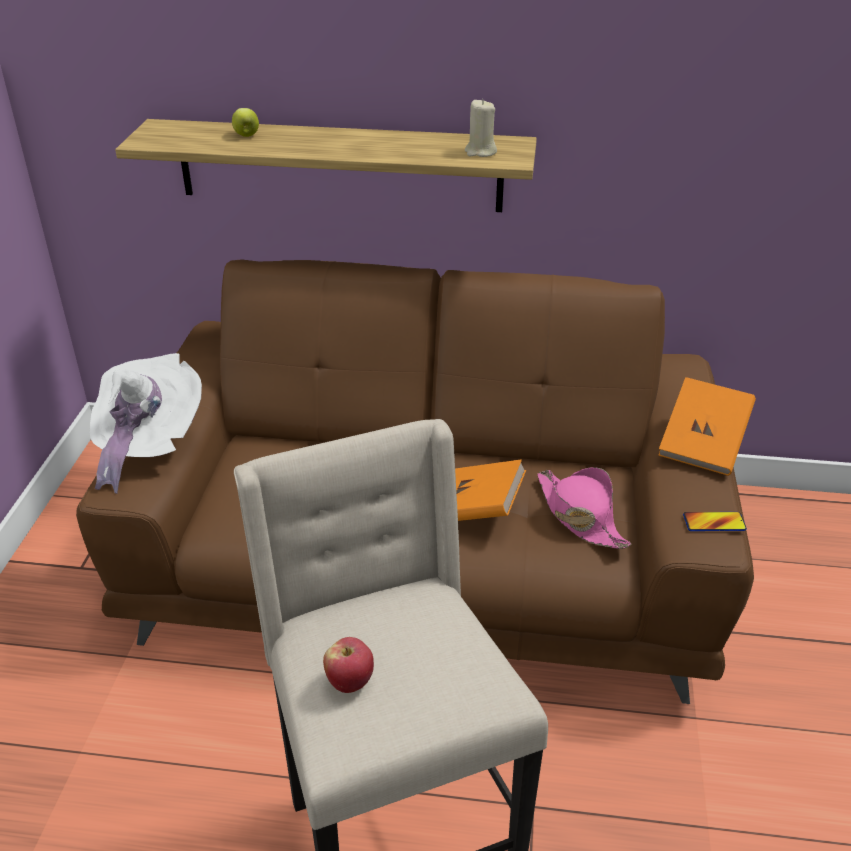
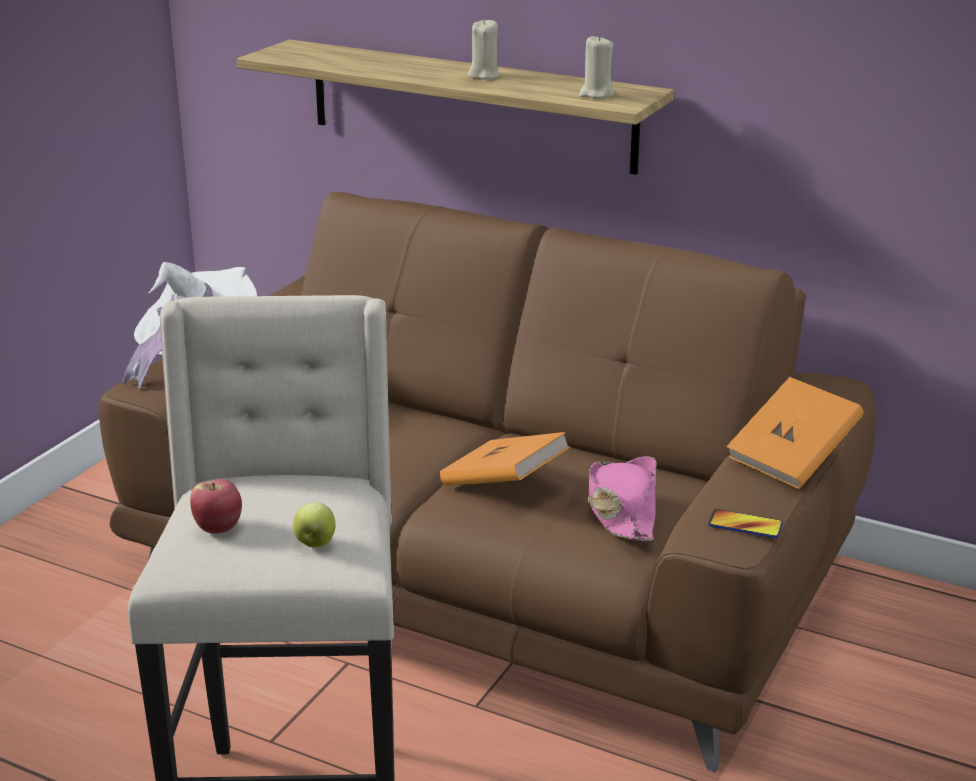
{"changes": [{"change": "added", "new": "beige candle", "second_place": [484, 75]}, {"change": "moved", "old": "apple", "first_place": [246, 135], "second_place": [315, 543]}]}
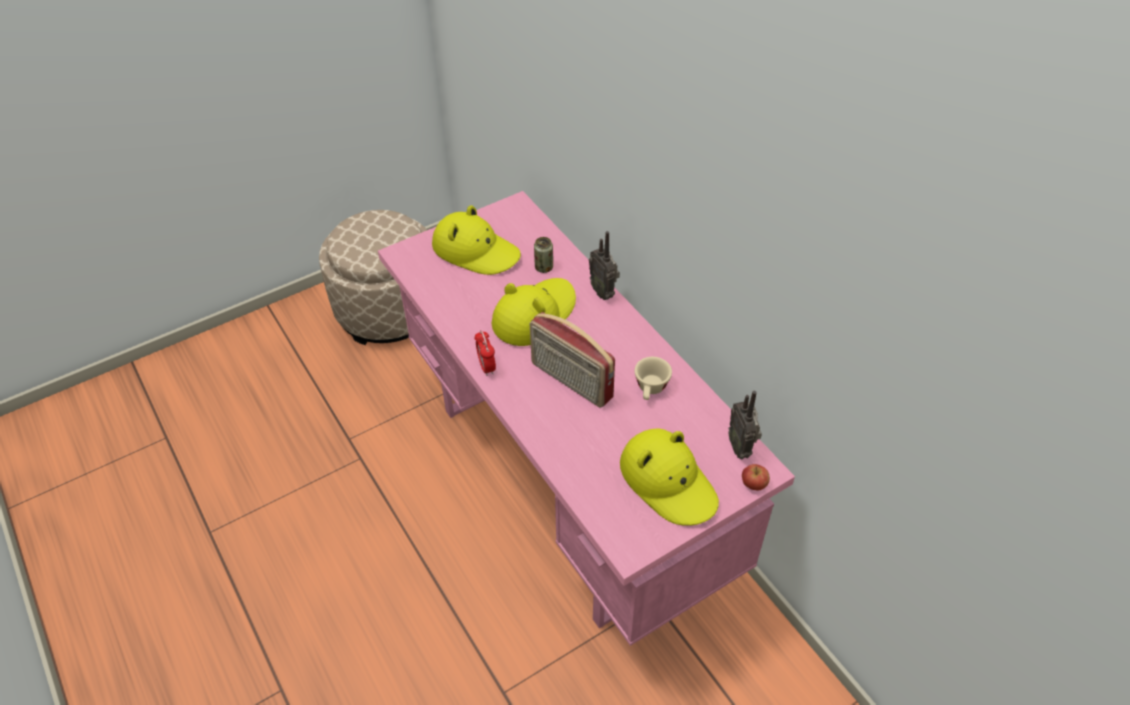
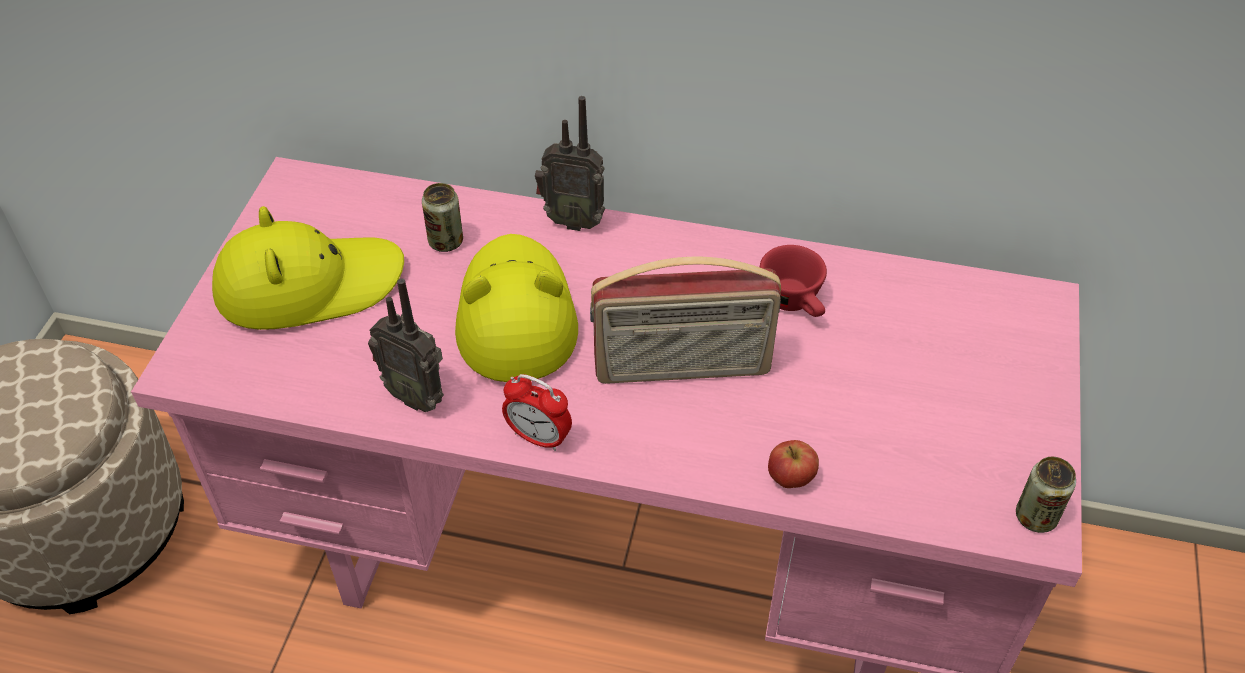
{"changes": [{"change": "removed", "old": "yellow hat", "first_place": [668, 481]}, {"change": "added", "new": "can", "second_place": [1035, 517]}, {"change": "moved", "old": "radio", "first_place": [741, 447], "second_place": [416, 395]}, {"change": "moved", "old": "apple", "first_place": [753, 484], "second_place": [791, 478]}, {"change": "recoloured", "old": "beige cup", "new": "red cup", "first_place": [651, 389], "second_place": [795, 303]}]}
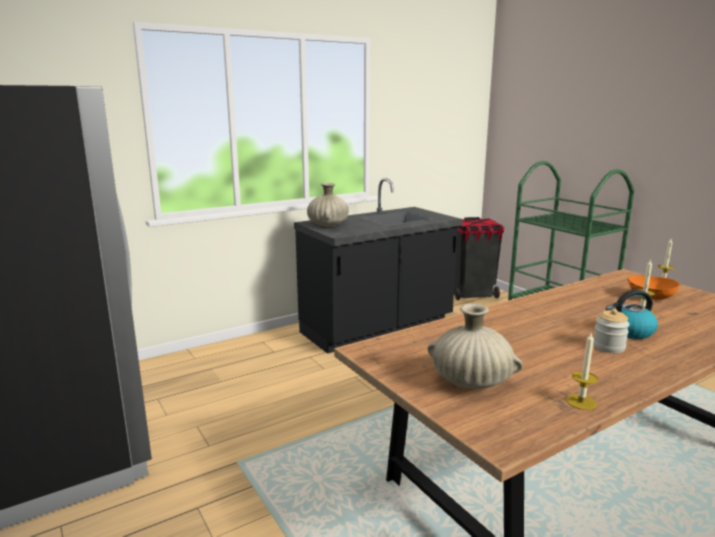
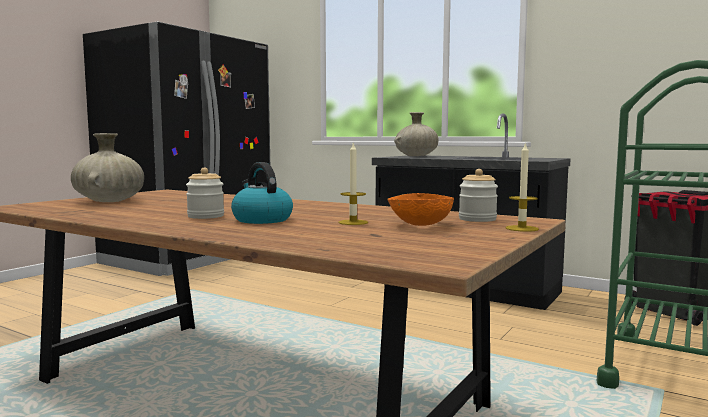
{"changes": [{"change": "removed", "old": "candle", "first_place": [581, 402]}, {"change": "added", "new": "jar", "second_place": [477, 219]}]}
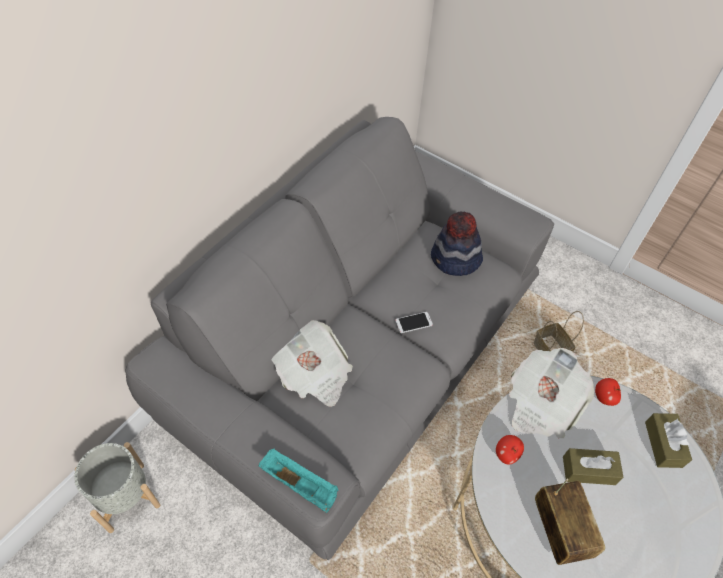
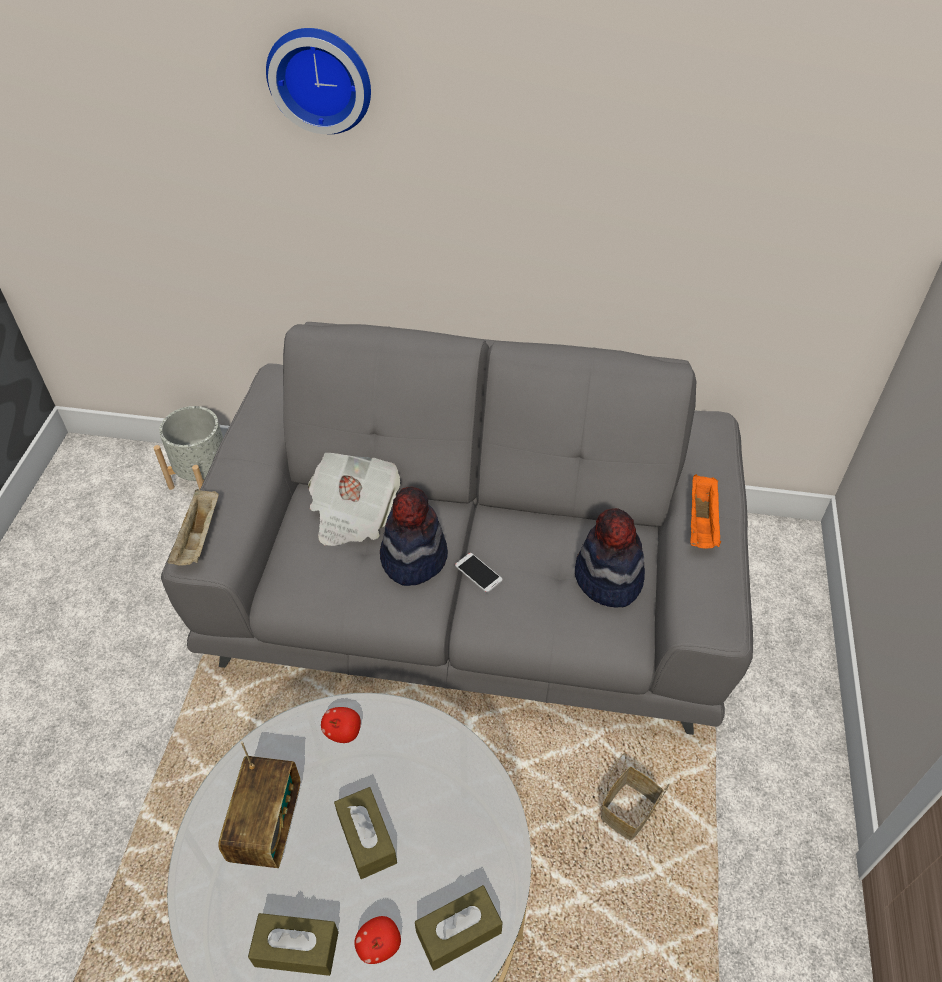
{"changes": [{"change": "removed", "old": "newspaper", "first_place": [541, 404]}, {"change": "added", "new": "brown tissue box", "second_place": [296, 949]}, {"change": "added", "new": "wall clock", "second_place": [321, 78]}, {"change": "added", "new": "hat", "second_place": [413, 557]}, {"change": "added", "new": "orange tray", "second_place": [702, 523]}, {"change": "moved", "old": "apple", "first_place": [604, 397], "second_place": [379, 945]}, {"change": "recoloured", "old": "turquoise tray", "new": "beige tray", "first_place": [300, 484], "second_place": [198, 538]}, {"change": "turned", "old": "radio", "first_place": [559, 530], "second_place": [267, 825], "degrees": -45}]}
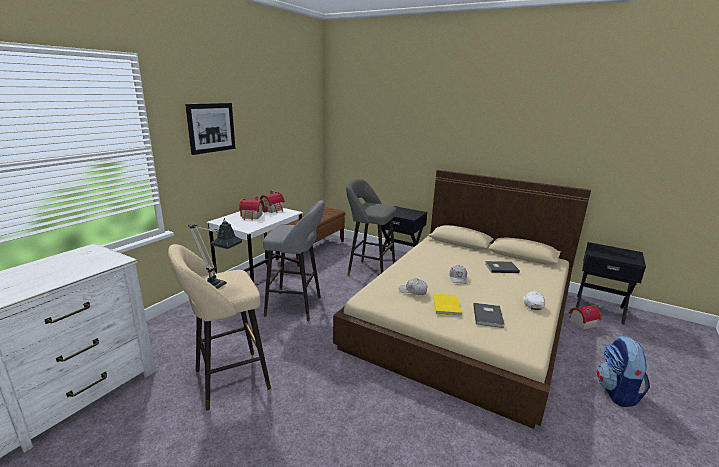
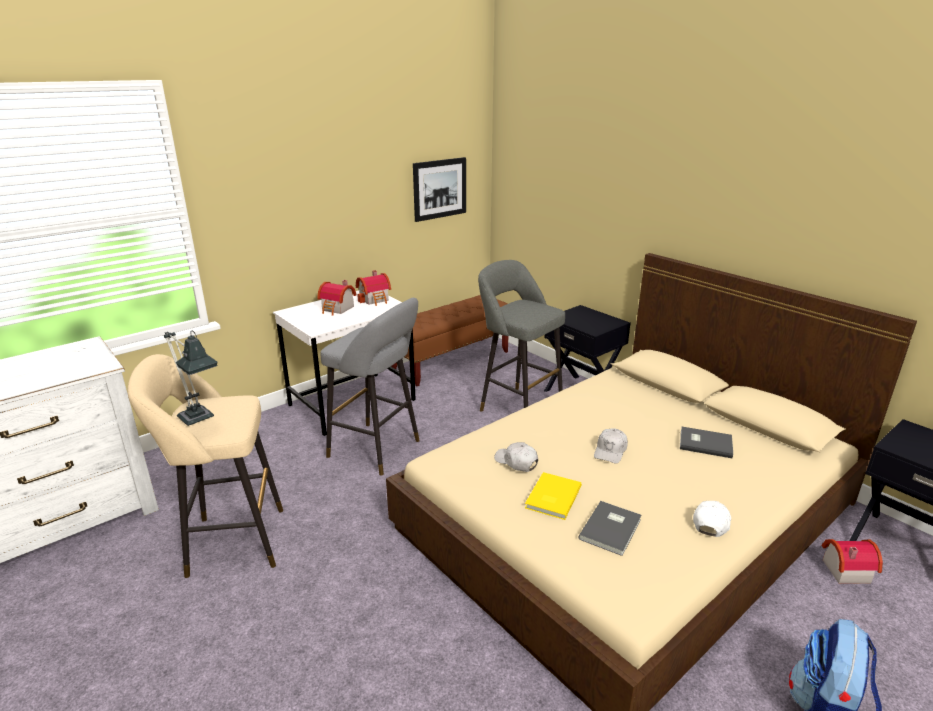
{"changes": [{"change": "moved", "old": "picture", "first_place": [211, 127], "second_place": [440, 189]}]}
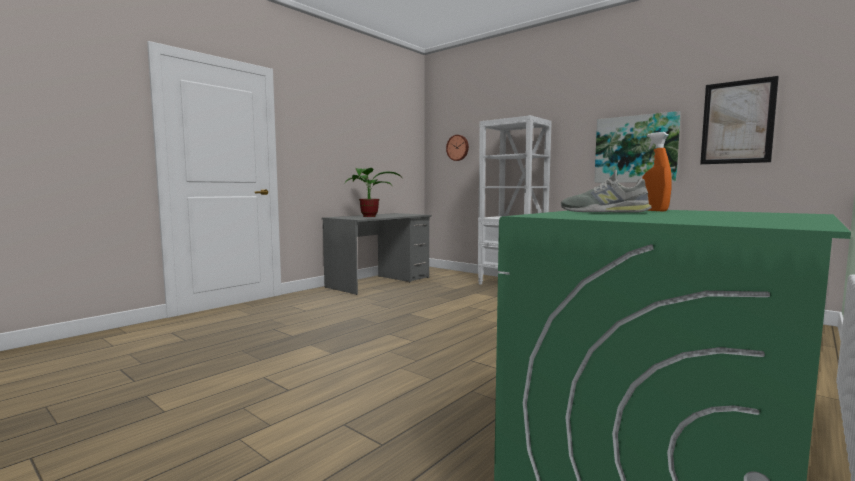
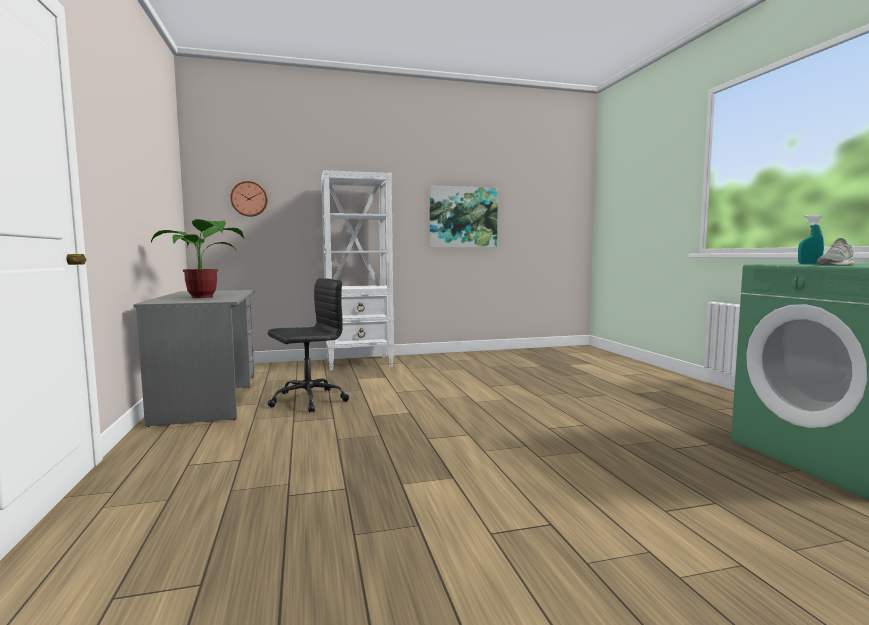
{"changes": [{"change": "removed", "old": "picture", "first_place": [737, 122]}, {"change": "added", "new": "black office chair", "second_place": [307, 400]}, {"change": "recoloured", "old": "orange spray bottle", "new": "turquoise spray bottle", "first_place": [653, 210], "second_place": [809, 264]}]}
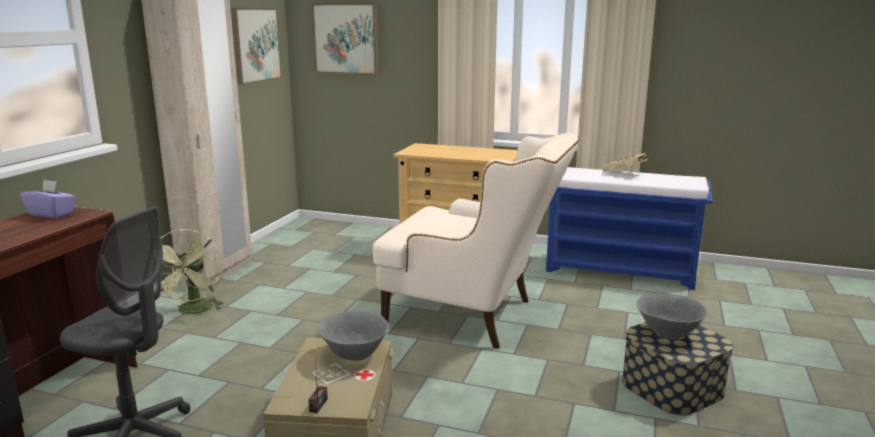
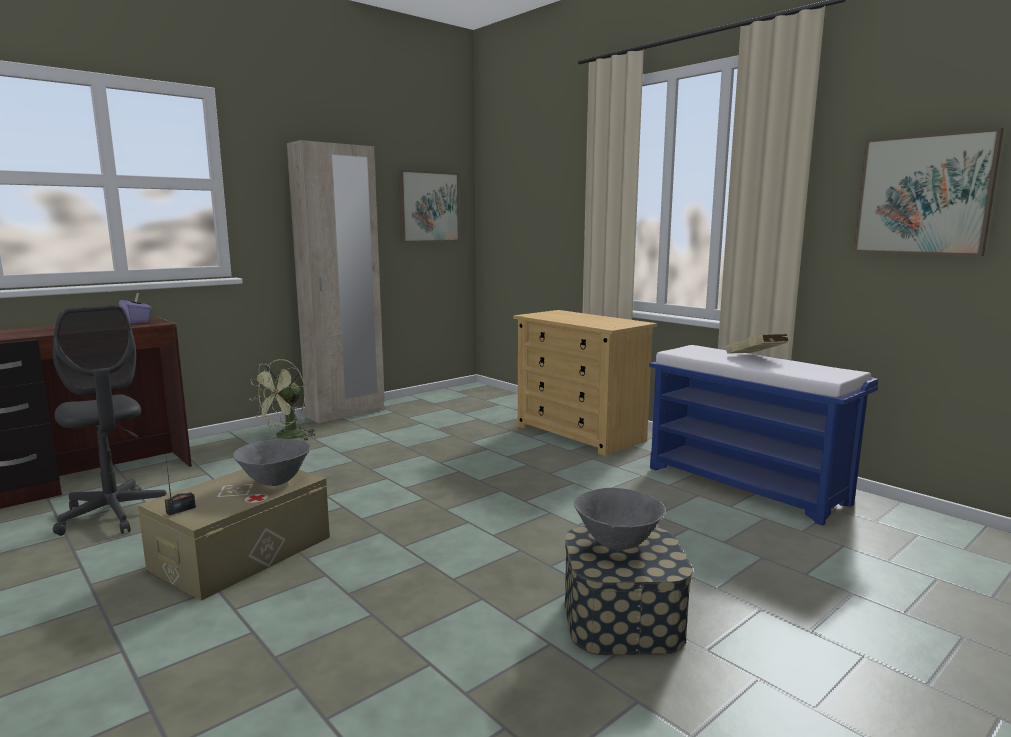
{"changes": [{"change": "removed", "old": "beige armchair", "first_place": [474, 316]}, {"change": "moved", "old": "picture", "first_place": [346, 38], "second_place": [924, 195]}]}
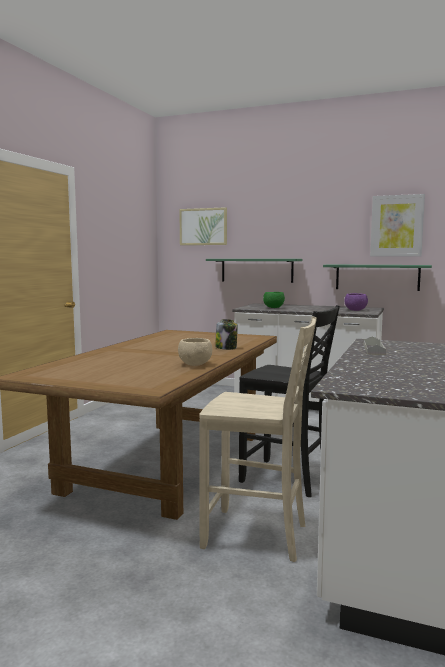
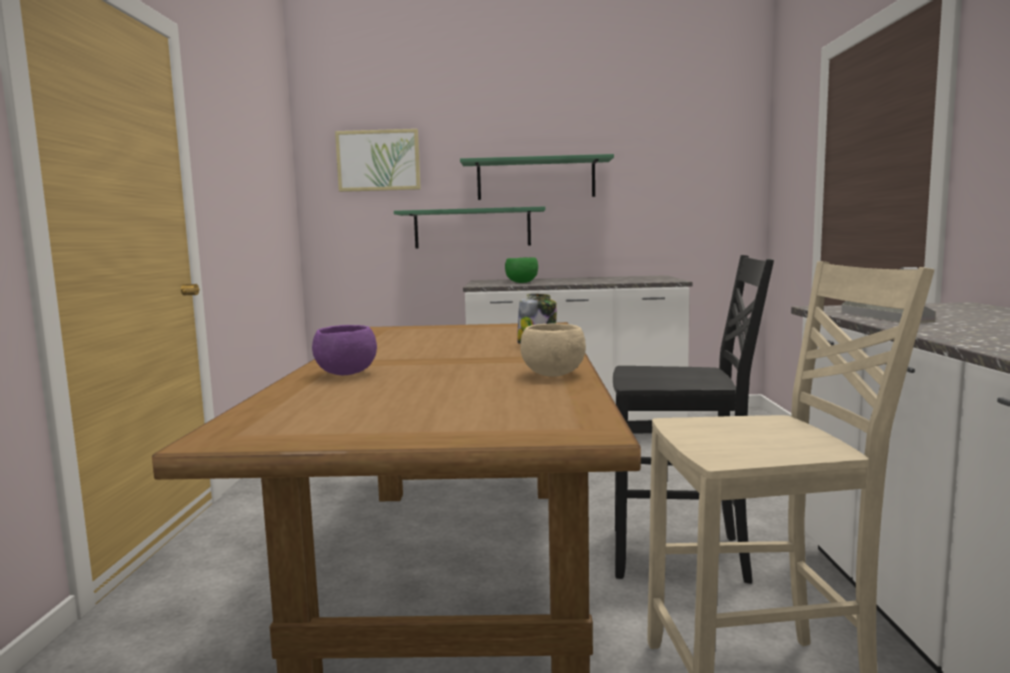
{"changes": [{"change": "removed", "old": "picture", "first_place": [397, 226]}, {"change": "moved", "old": "green shelf", "first_place": [377, 277], "second_place": [536, 179]}, {"change": "moved", "old": "purple bowl", "first_place": [355, 310], "second_place": [345, 374]}]}
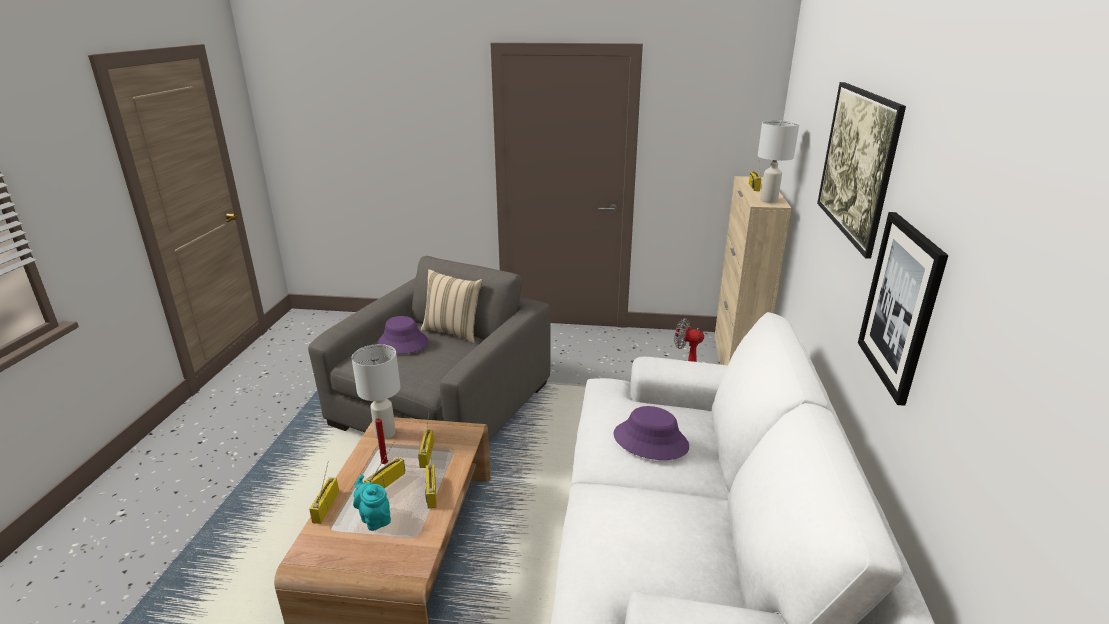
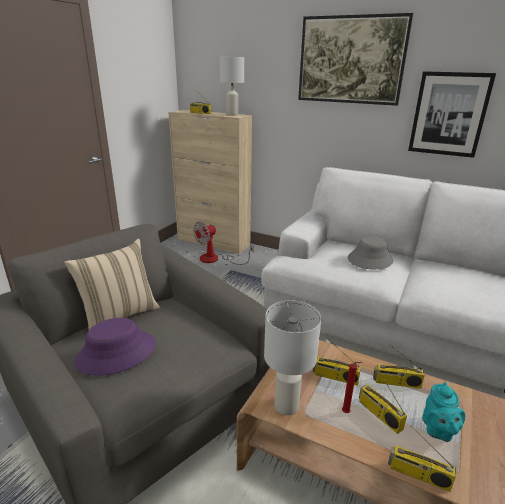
{"changes": [{"change": "recoloured", "old": "purple hat", "new": "grey hat", "first_place": [651, 440], "second_place": [369, 260]}, {"change": "turned", "old": "turquoise teapot", "first_place": [374, 518], "second_place": [437, 430], "degrees": -60}]}
